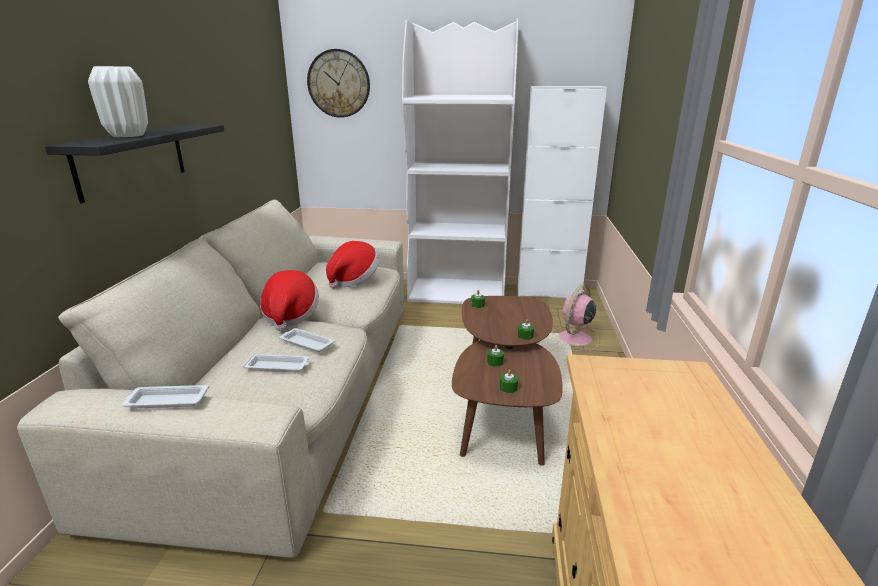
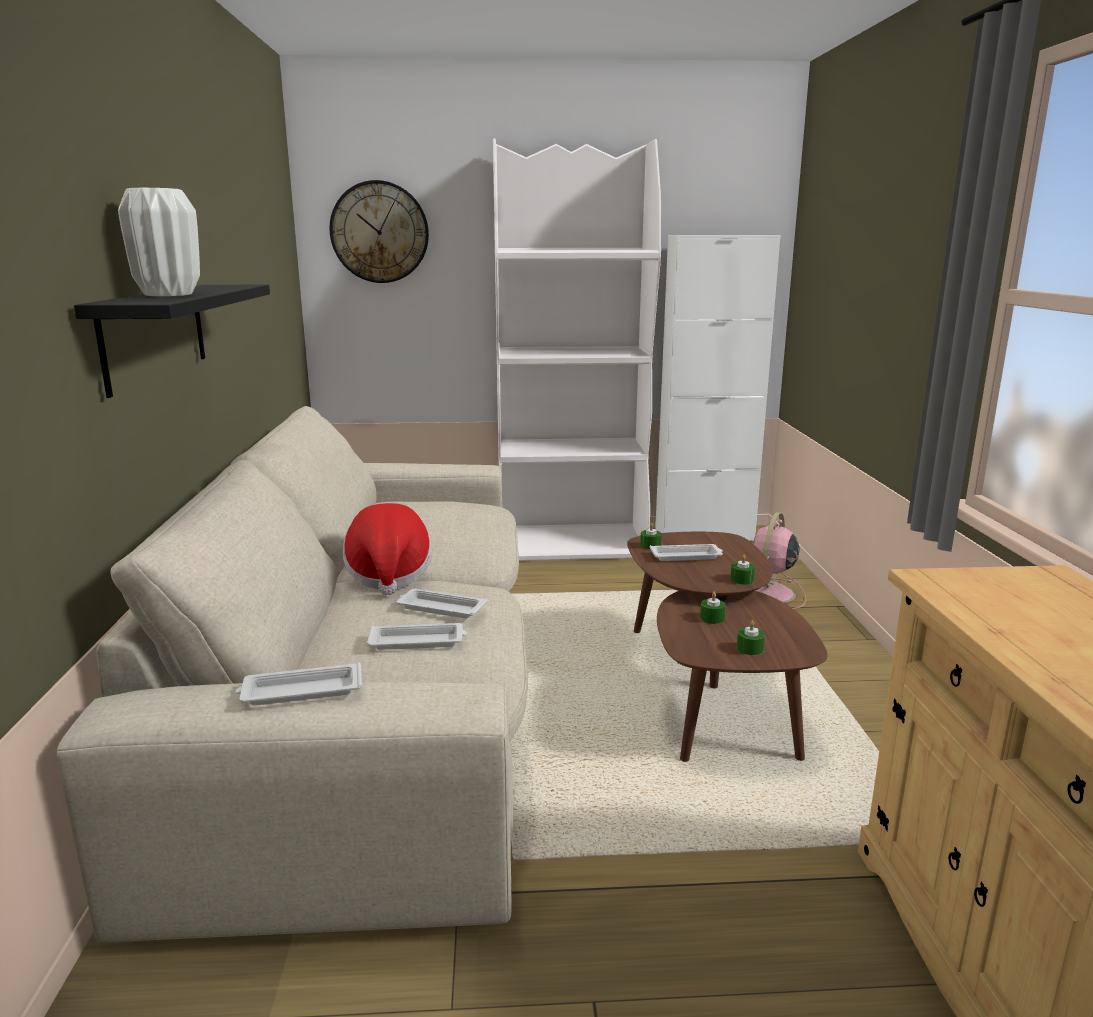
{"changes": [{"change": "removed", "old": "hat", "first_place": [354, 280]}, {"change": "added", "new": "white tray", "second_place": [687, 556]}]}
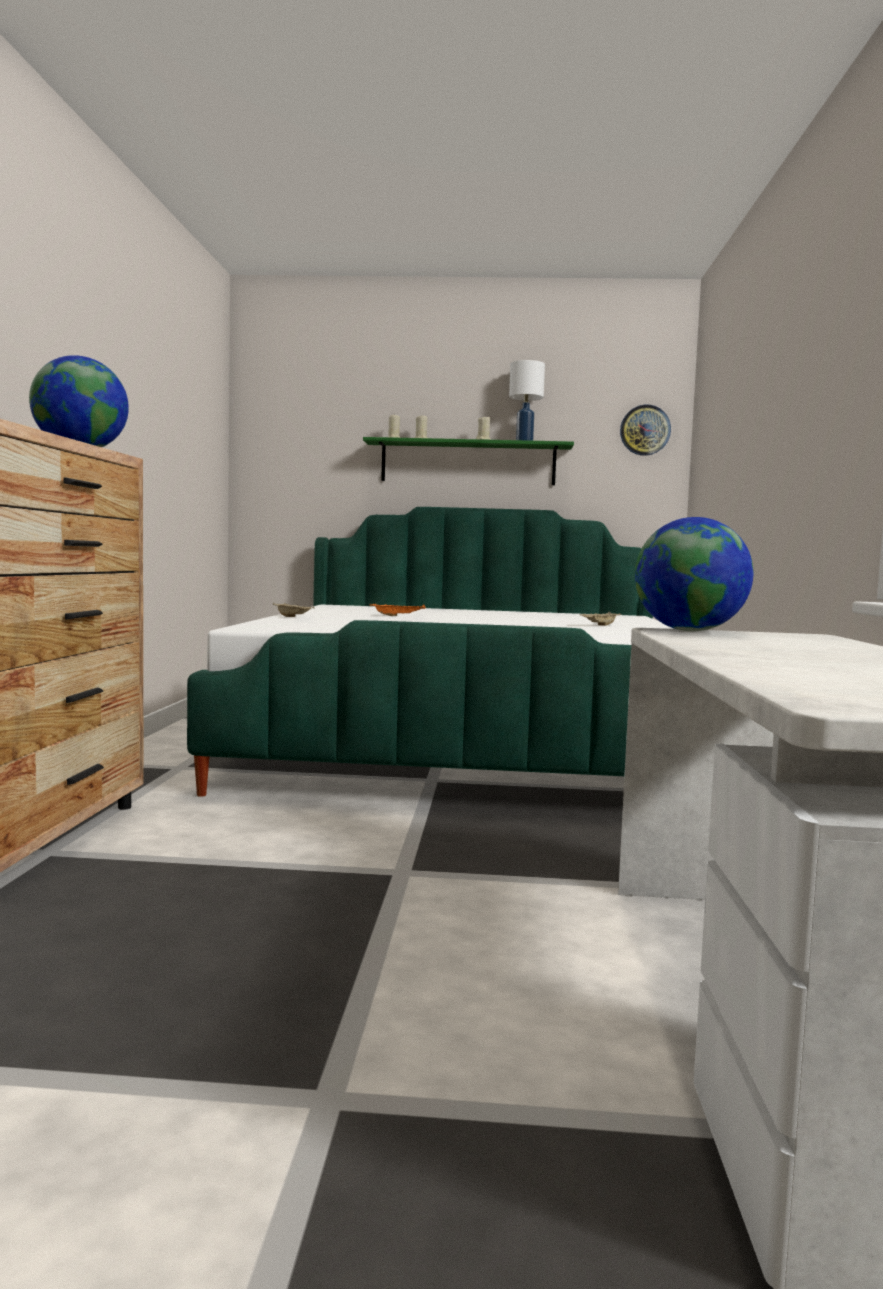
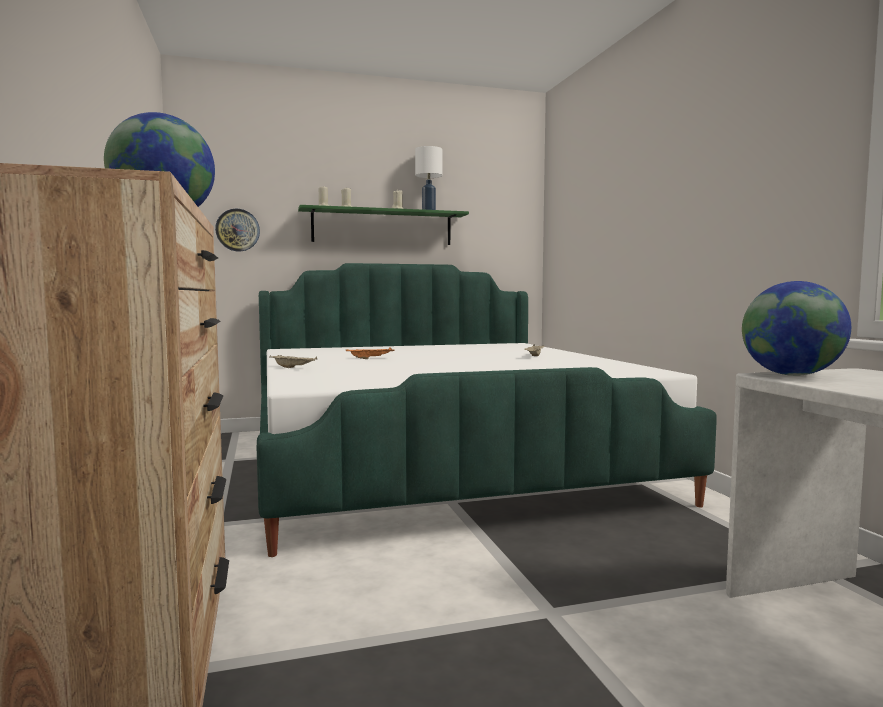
{"changes": [{"change": "moved", "old": "wall clock", "first_place": [645, 430], "second_place": [237, 230]}]}
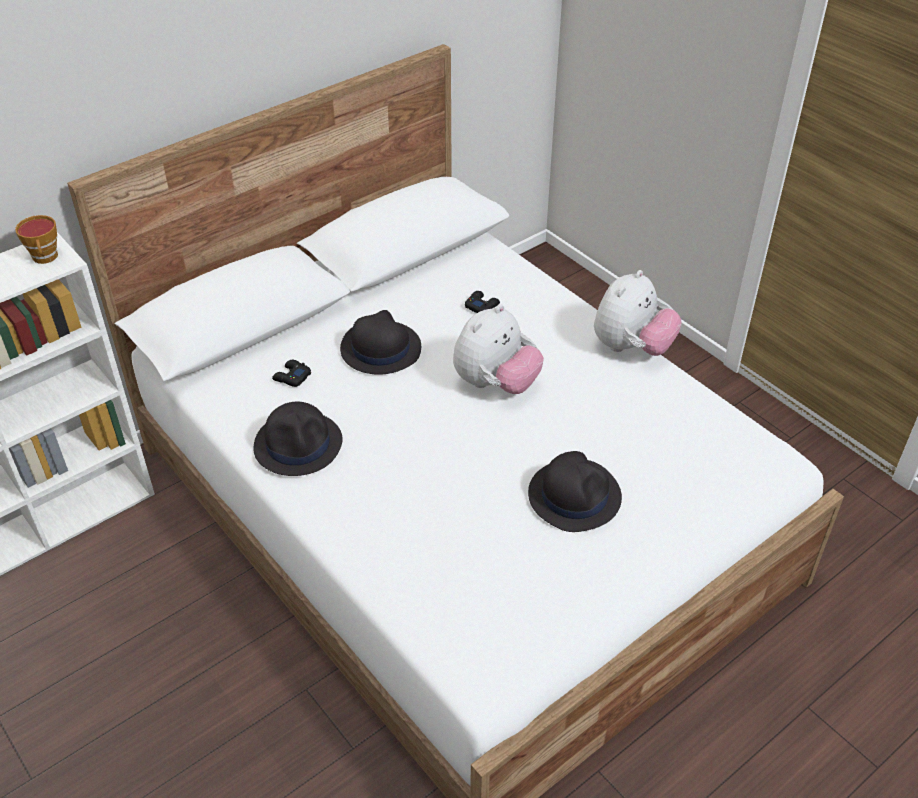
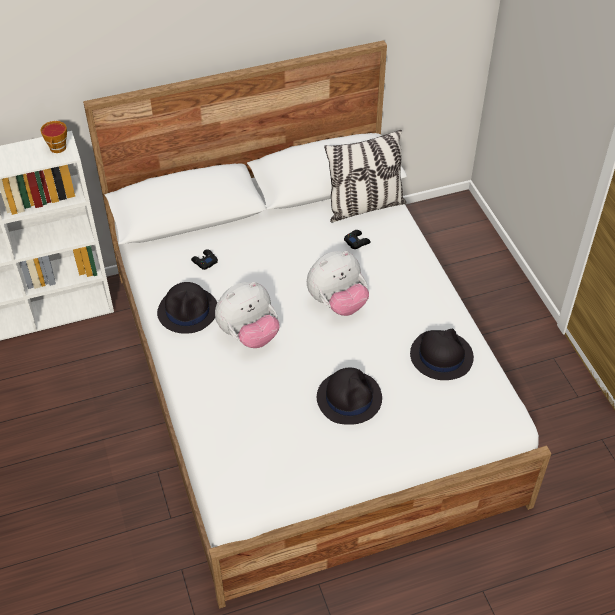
{"changes": [{"change": "added", "new": "pillow", "second_place": [365, 206]}, {"change": "moved", "old": "black hat", "first_place": [380, 348], "second_place": [441, 356]}, {"change": "moved", "old": "plush toy", "first_place": [631, 347], "second_place": [249, 335]}]}
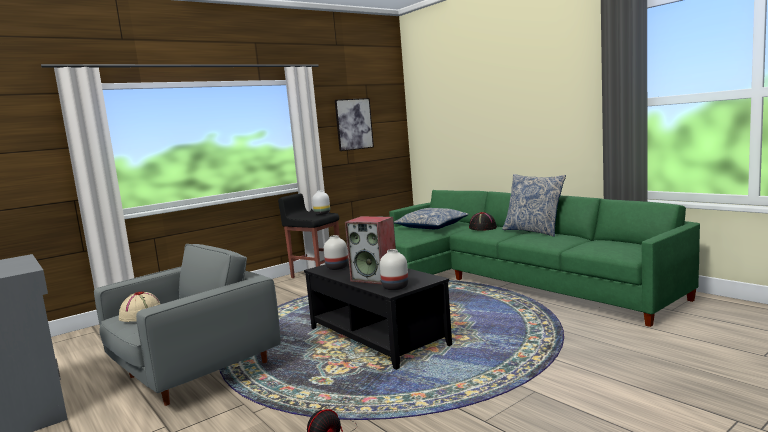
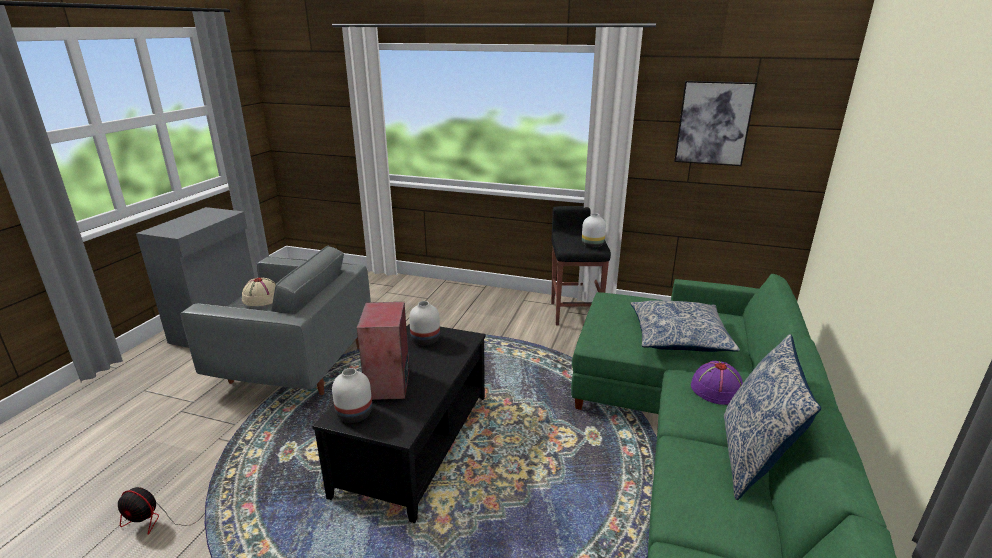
{"changes": [{"change": "recoloured", "old": "black hat", "new": "purple hat", "first_place": [482, 228], "second_place": [716, 389]}]}
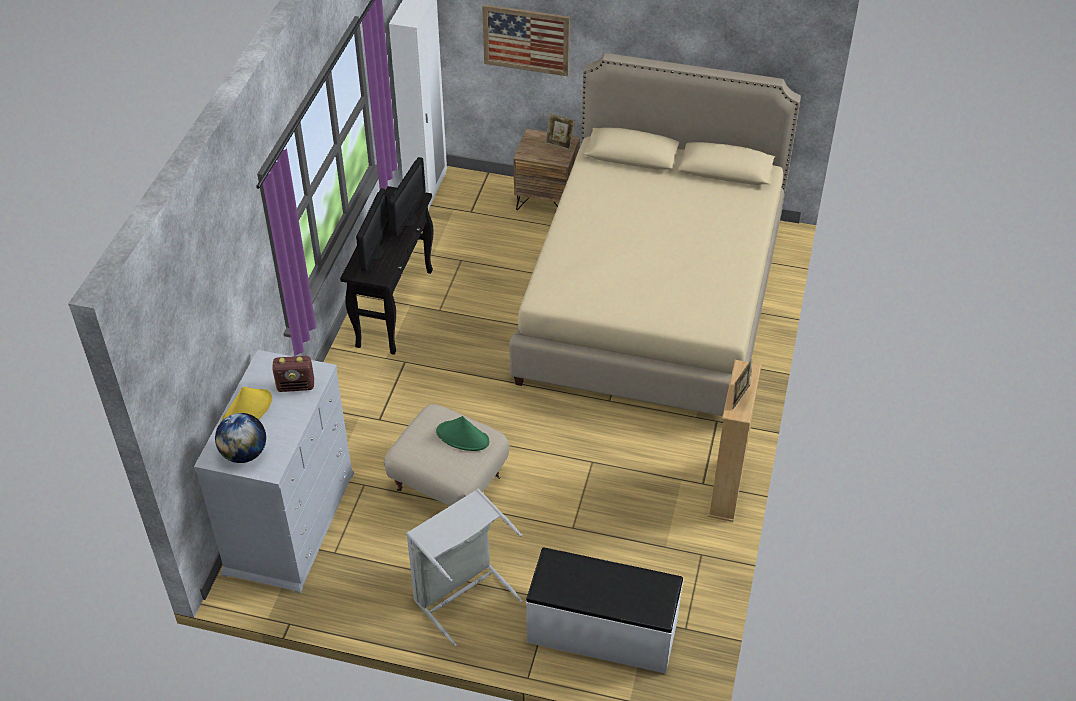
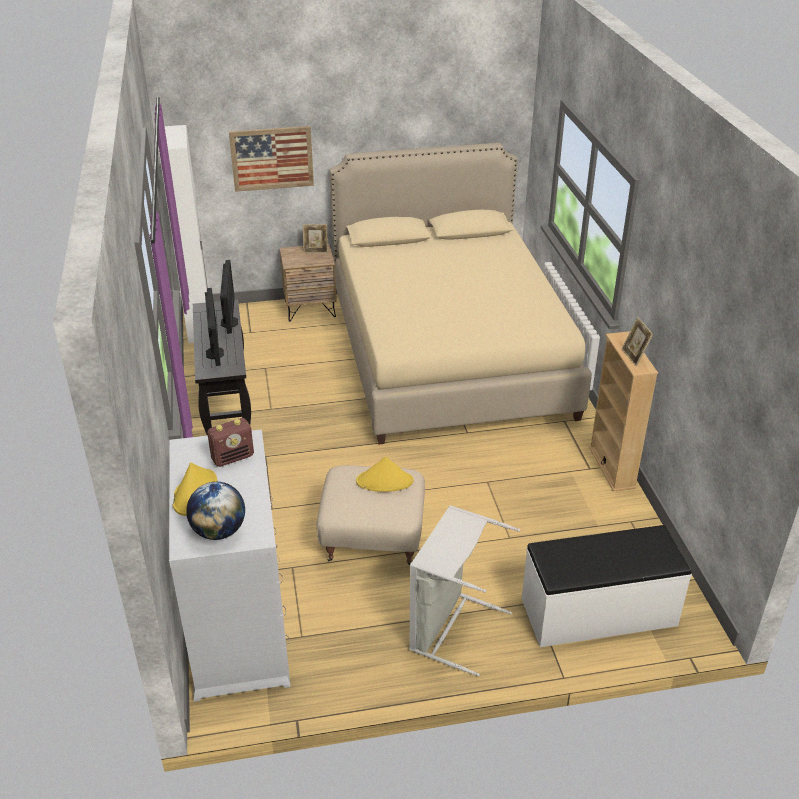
{"changes": [{"change": "recoloured", "old": "green hat", "new": "yellow hat", "first_place": [463, 437], "second_place": [385, 481]}]}
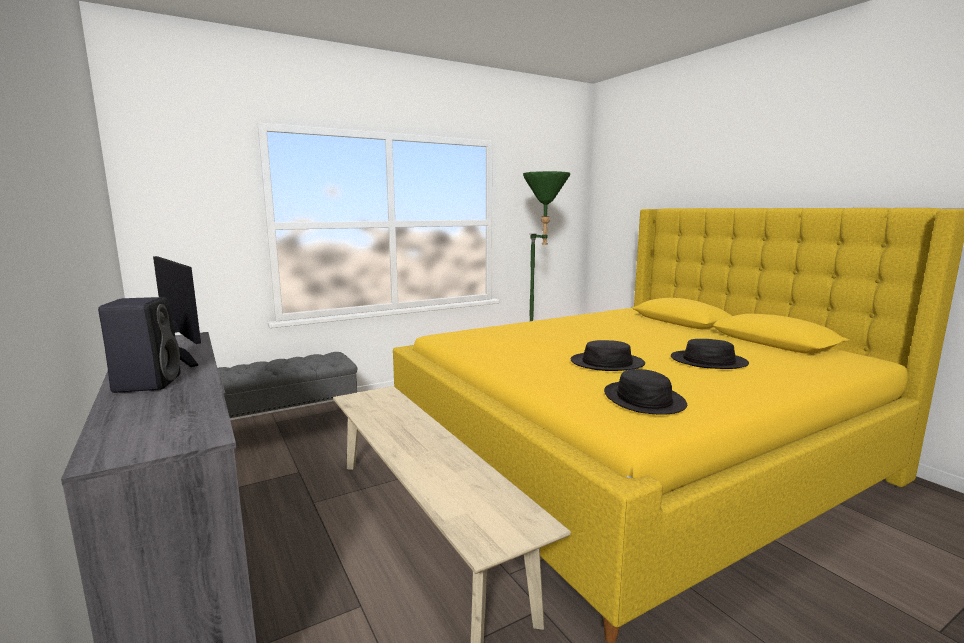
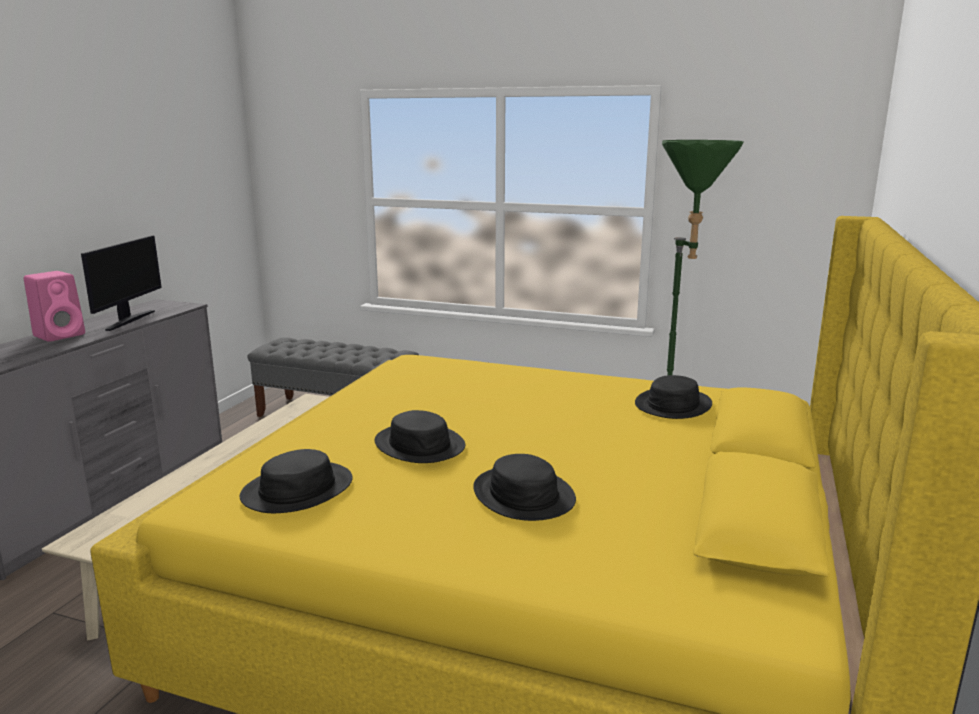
{"changes": [{"change": "added", "new": "black hat", "second_place": [672, 405]}, {"change": "recoloured", "old": "black speaker", "new": "pink speaker", "first_place": [148, 383], "second_place": [61, 335]}]}
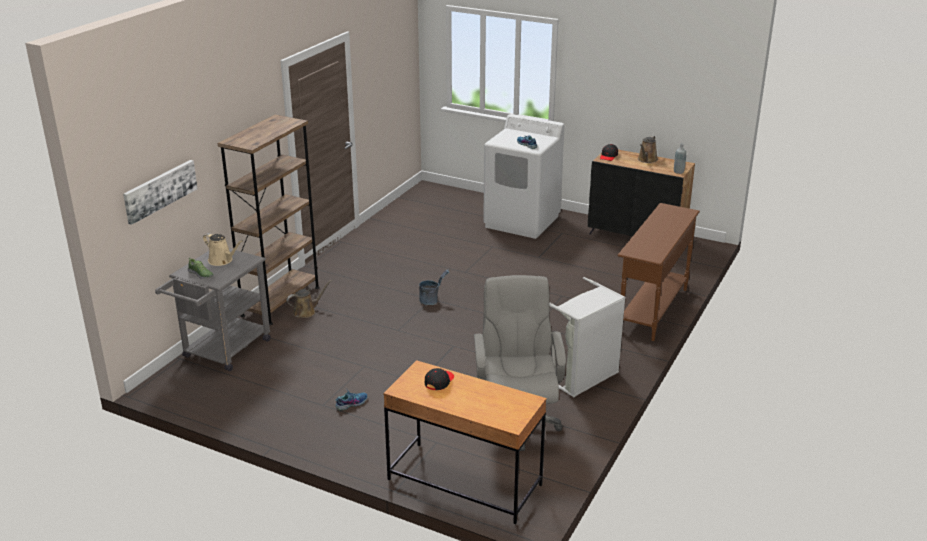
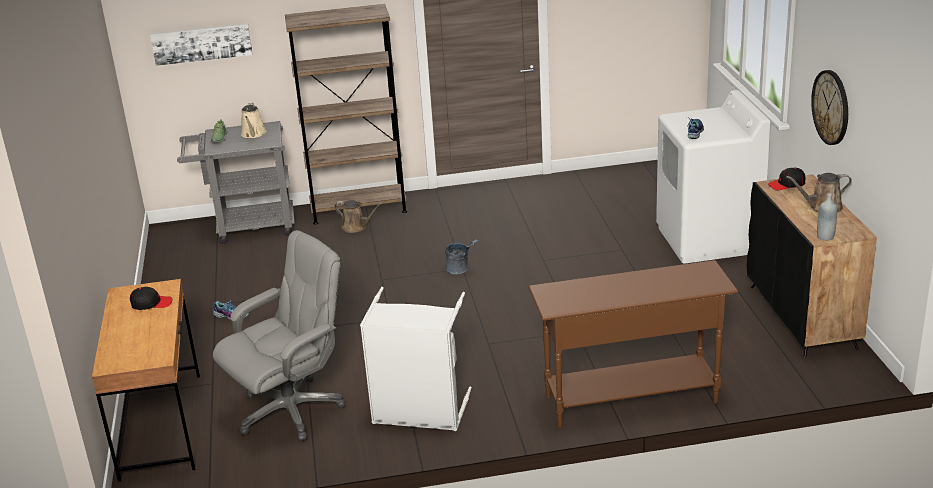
{"changes": [{"change": "added", "new": "wall clock", "second_place": [831, 107]}]}
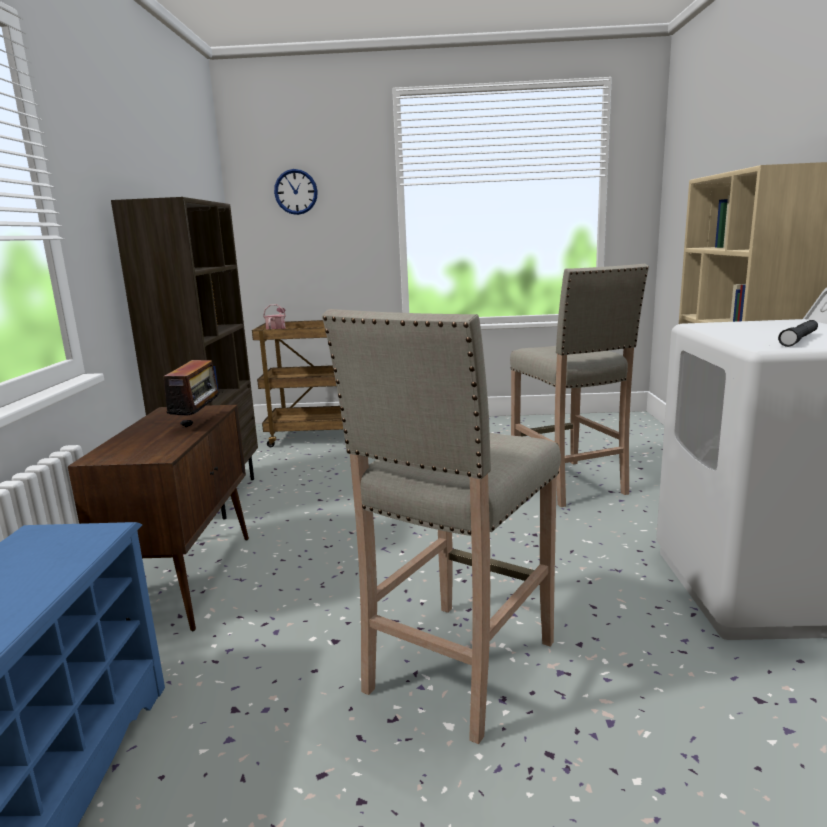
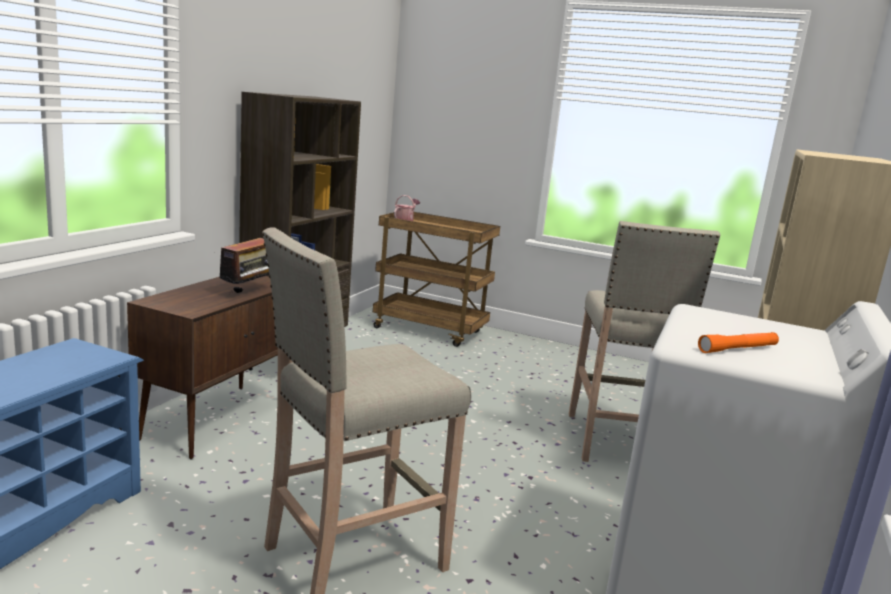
{"changes": [{"change": "removed", "old": "wall clock", "first_place": [296, 192]}, {"change": "recoloured", "old": "black flashlight", "new": "orange flashlight", "first_place": [799, 339], "second_place": [738, 349]}]}
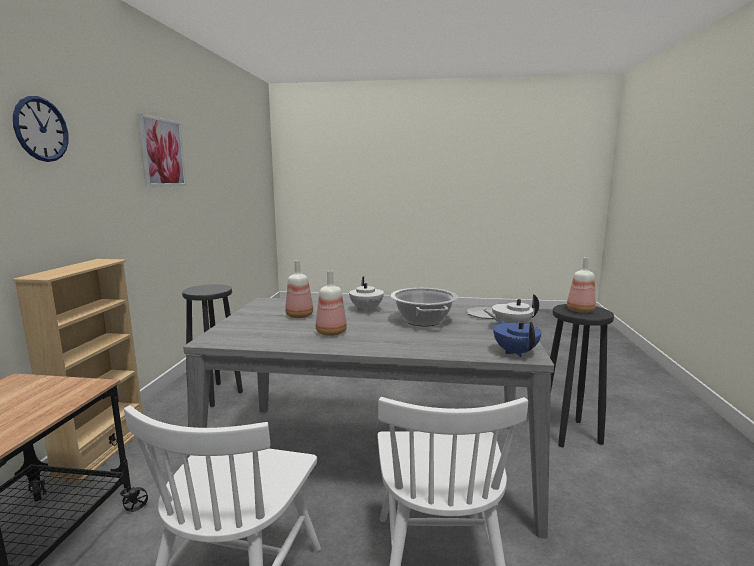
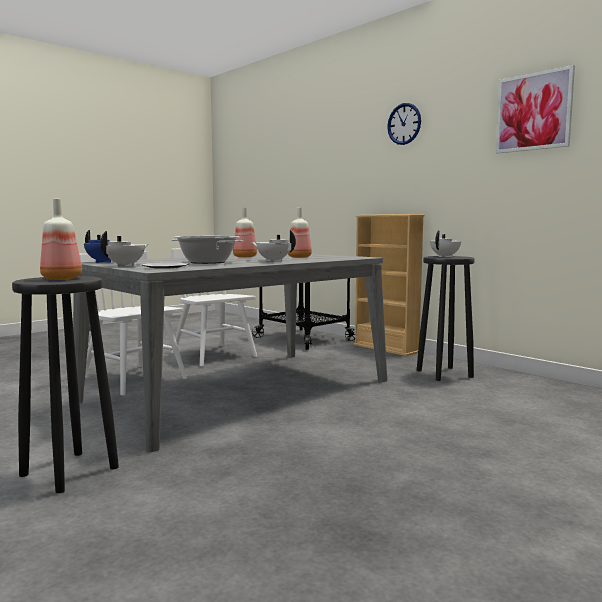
{"changes": [{"change": "added", "new": "white teapot", "second_place": [445, 257]}]}
